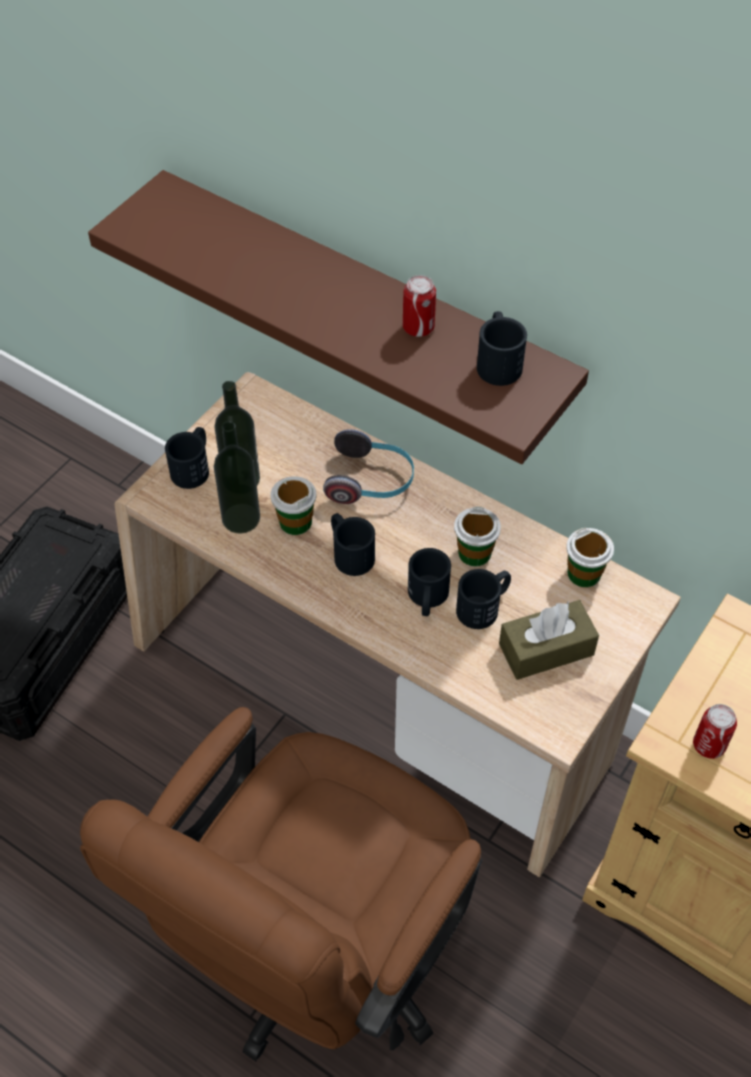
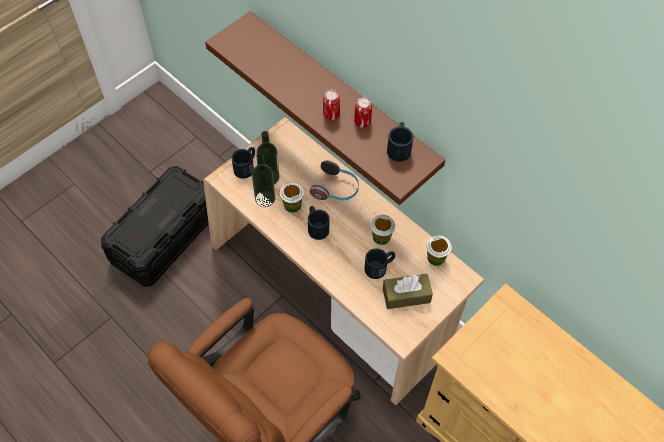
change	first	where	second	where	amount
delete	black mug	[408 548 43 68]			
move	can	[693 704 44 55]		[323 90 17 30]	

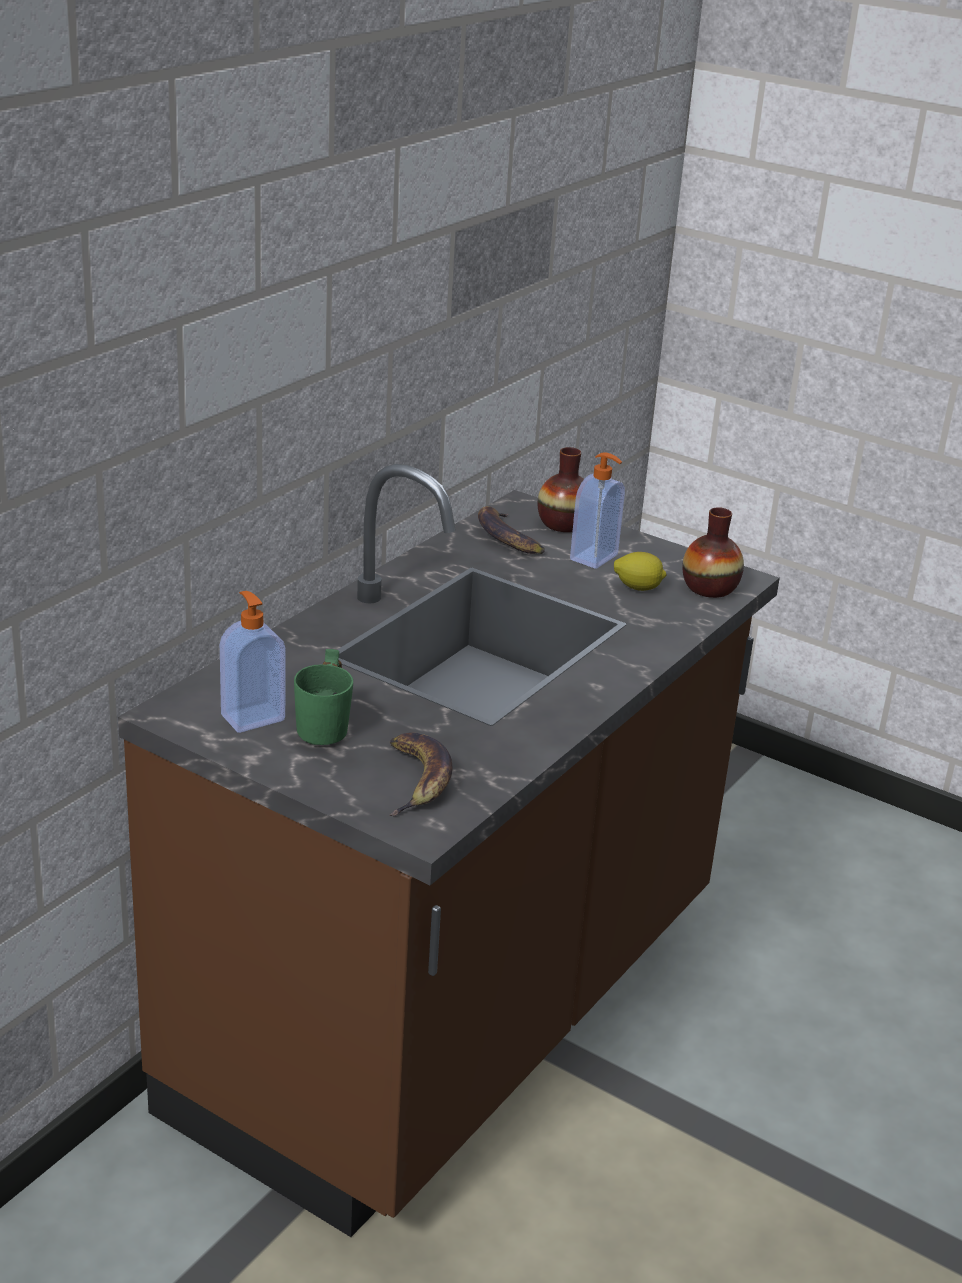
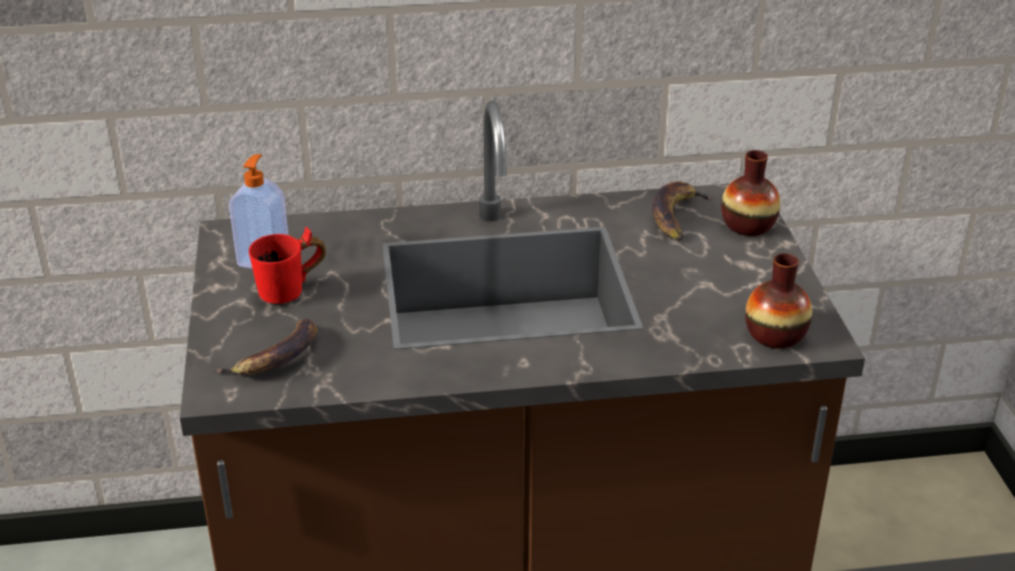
change	first	where	second	where	amount
delete	soap dispenser	[570 452 55 117]			
delete	lemon	[614 552 53 39]			
recolor	green mug	[294 649 59 96]	red mug	[249 227 77 77]	

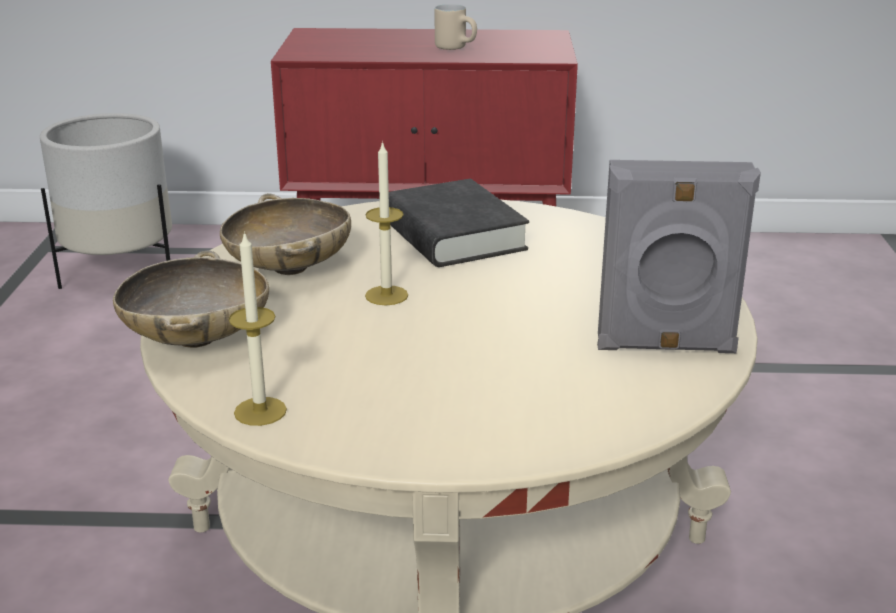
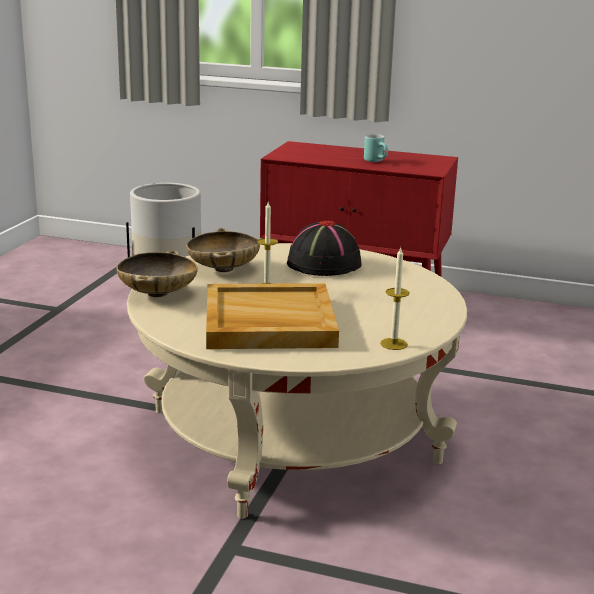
change	first	where	second	where	amount
delete	grey speaker	[597 160 164 193]			
insert			beige tray	[206 283 133 66]	
move	candle	[229 231 58 195]		[380 248 30 102]	
replace	black book	[389 179 140 88]	black hat	[287 220 75 56]	
recolor	beige mug	[435 4 42 46]	turquoise mug	[364 134 24 28]	

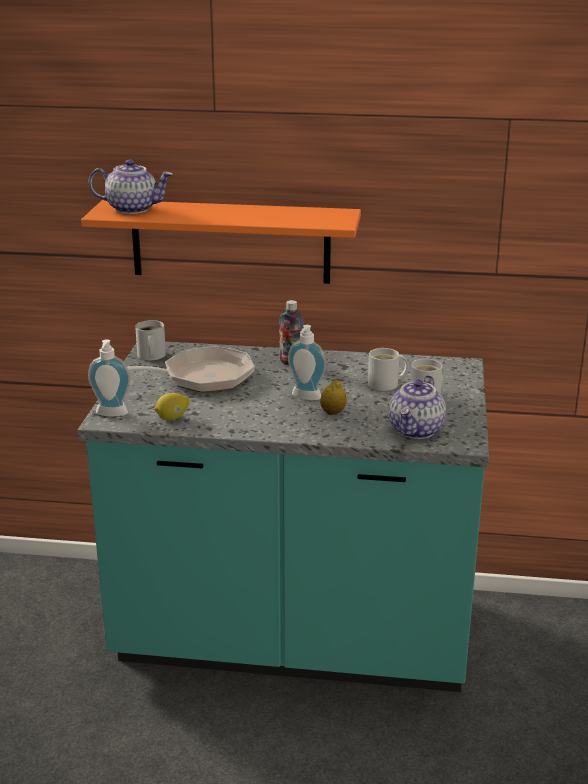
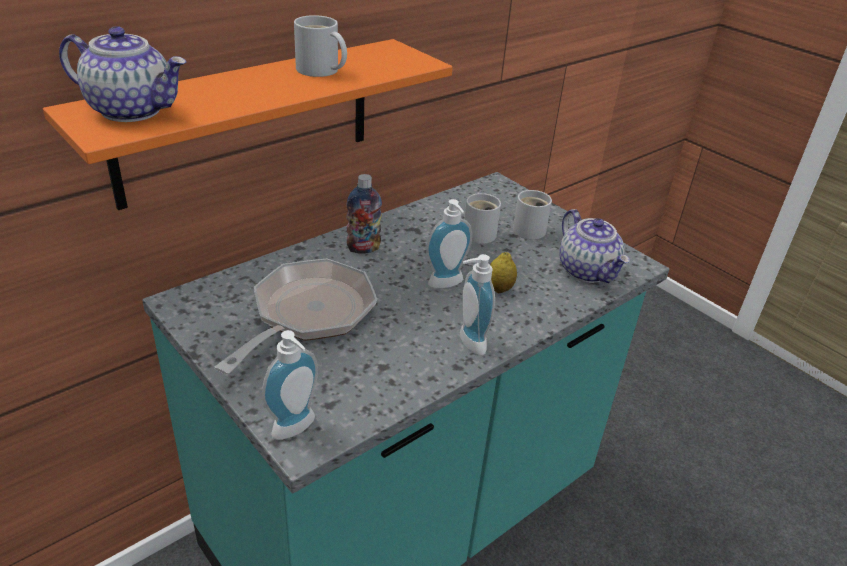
change	first	where	second	where	amount
delete	lemon	[155 393 35 27]			
insert			soap dispenser	[460 254 35 101]	
move	white mug	[135 320 31 40]		[294 15 53 62]	
rotate	teapot	[88 159 84 55]		[59 26 127 96]	60 degrees clockwise

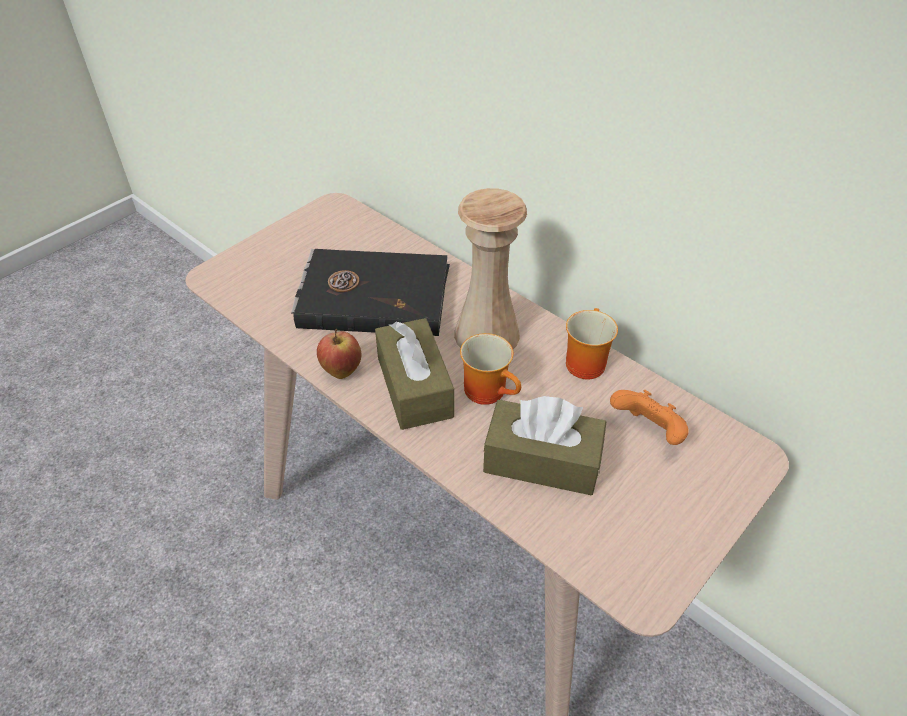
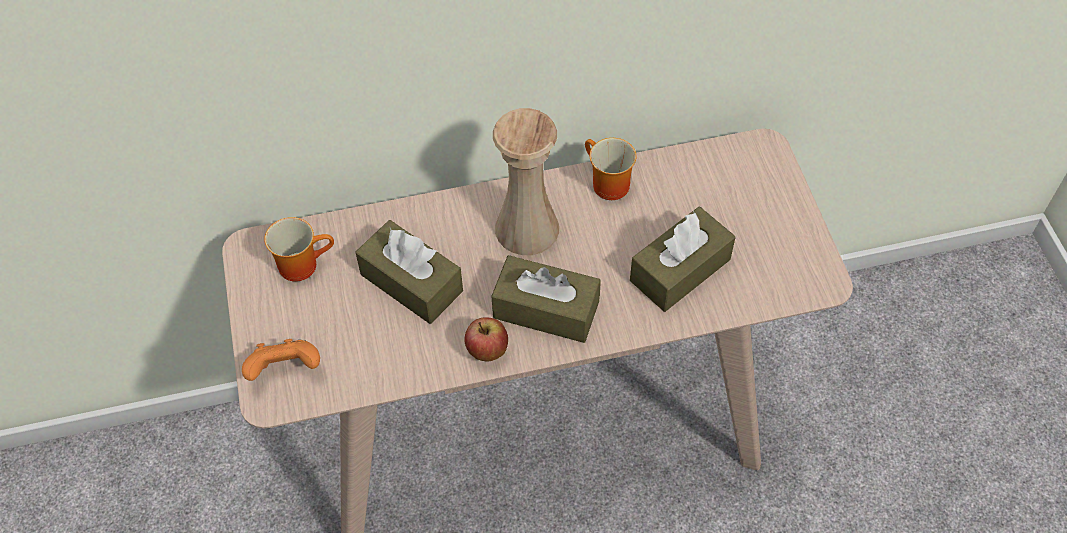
change	first	where	second	where	amount
move	mug	[460 333 61 72]		[264 217 70 65]	
move	orange game controller	[610 390 79 55]		[242 339 78 42]	
replace	black book	[291 249 159 87]	brown tissue box	[356 220 107 104]	

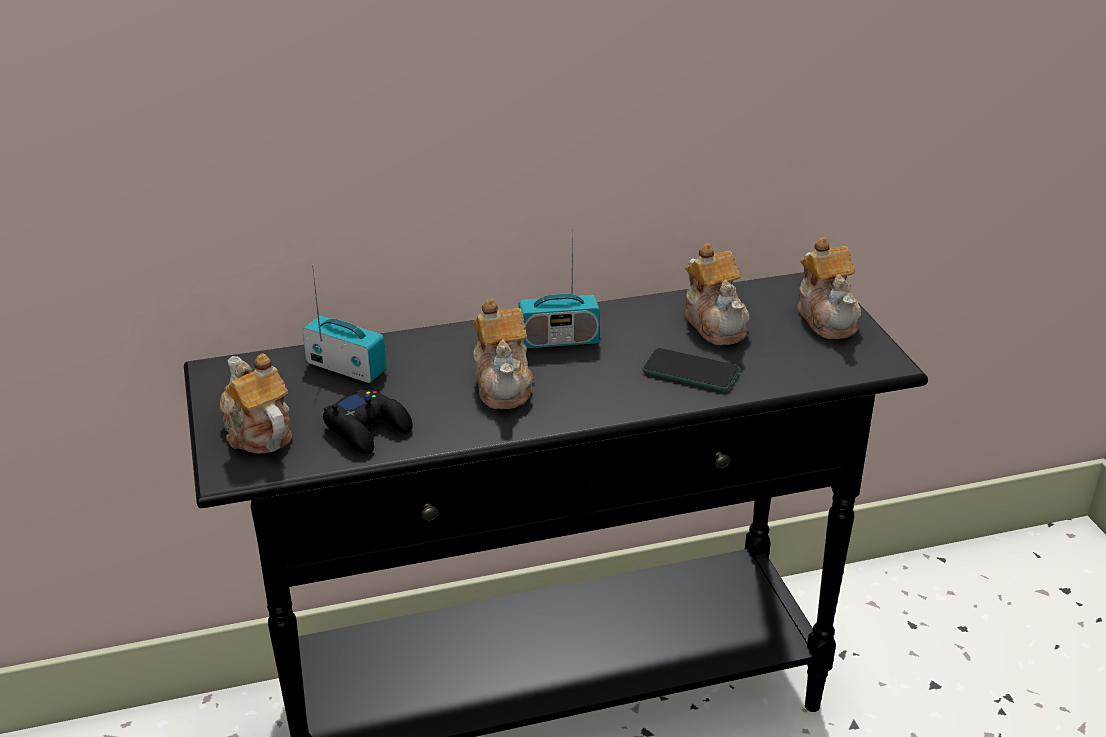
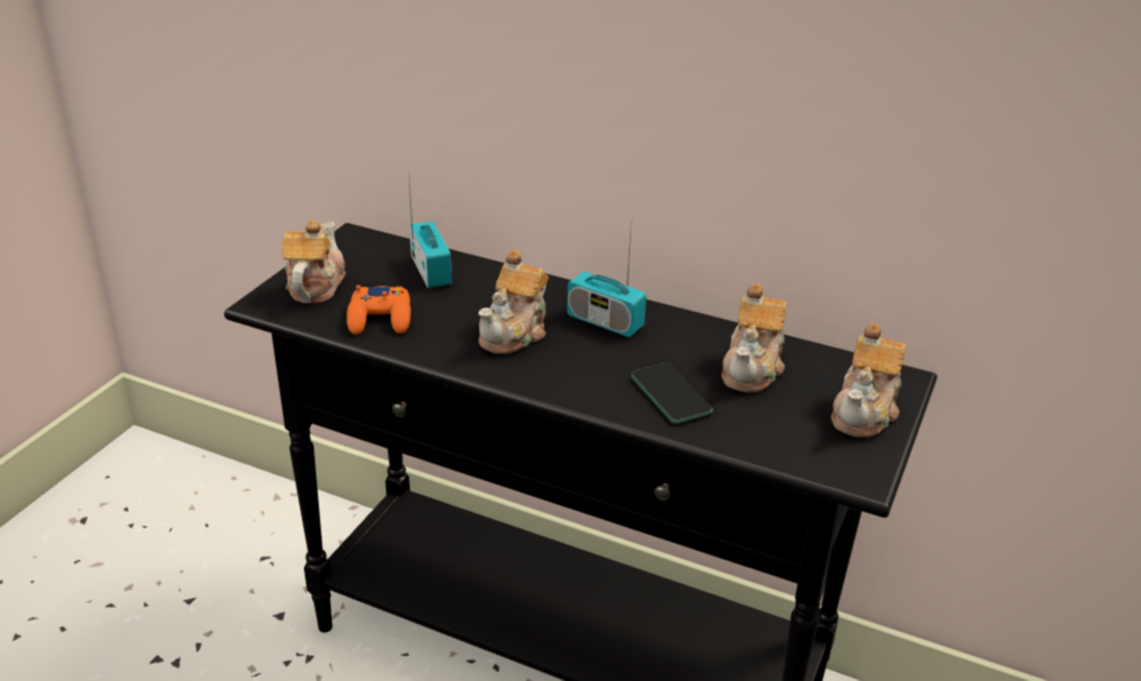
change	first	where	second	where	amount
recolor	black game controller	[323 389 90 65]	orange game controller	[347 285 64 50]	

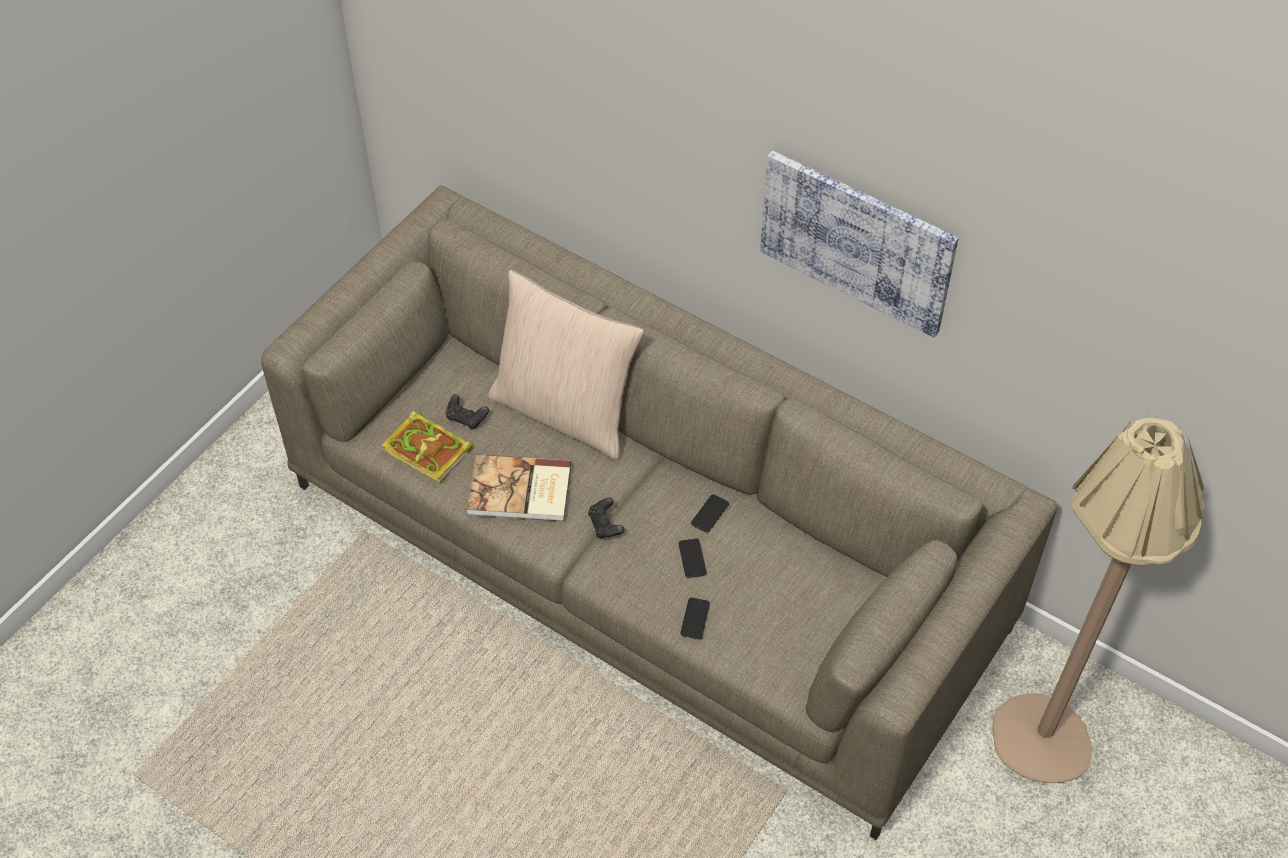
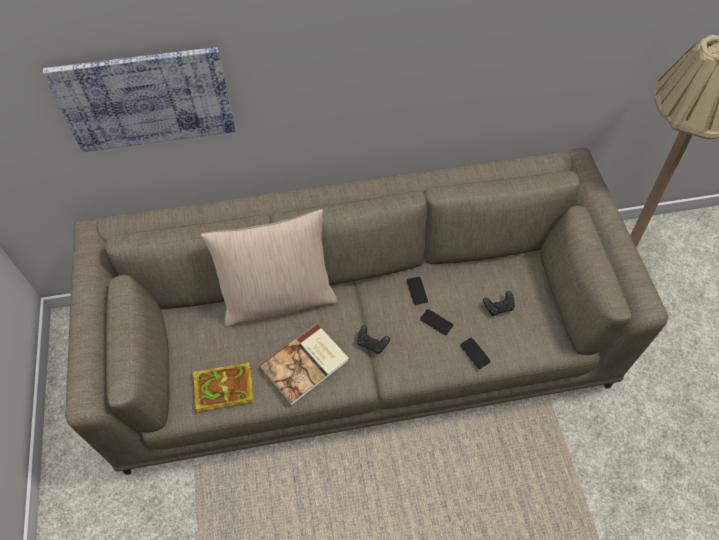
change	first	where	second	where	amount
move	black game controller	[446 394 43 35]		[483 291 32 25]	
move	picture	[760 151 199 187]		[43 47 193 105]	

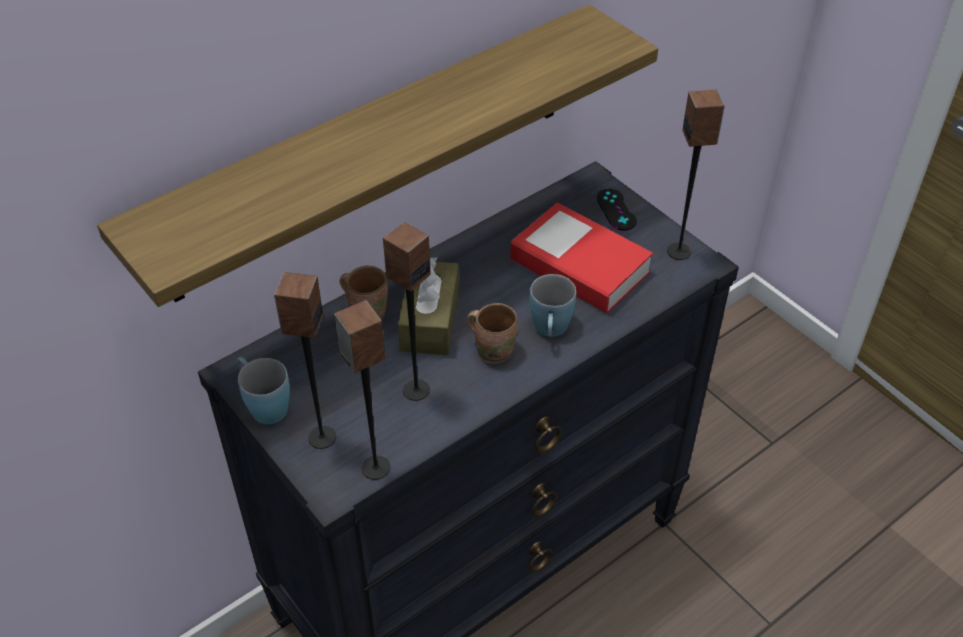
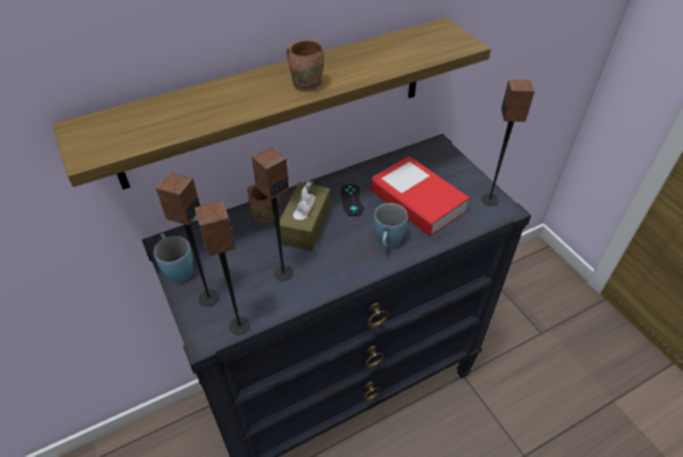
change	first	where	second	where	amount
move	brown mug	[467 303 51 61]		[286 40 38 51]	
move	black game controller	[596 189 41 42]		[341 184 23 32]	

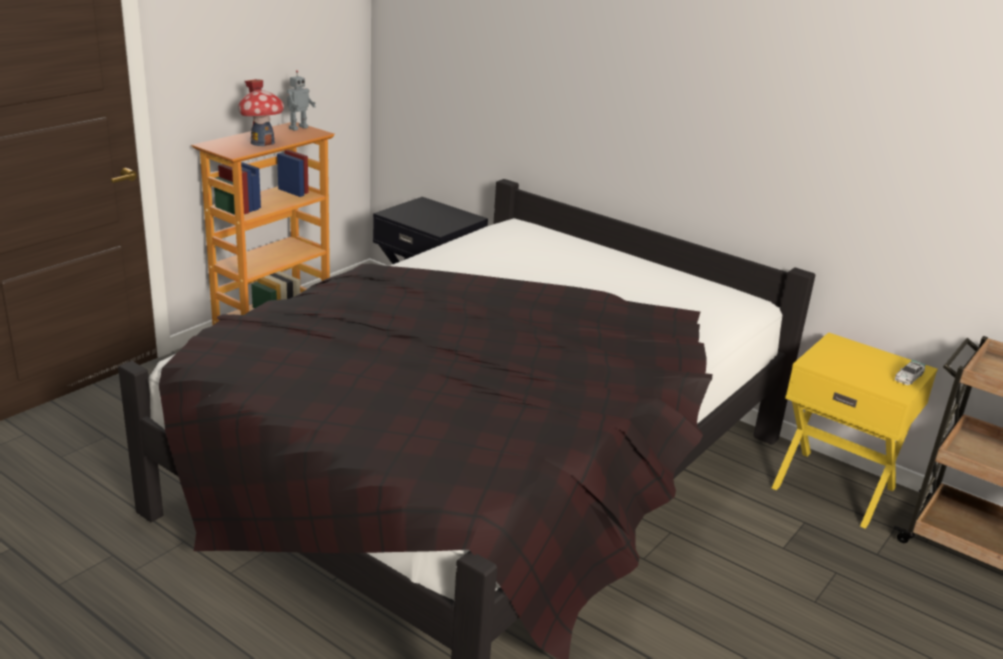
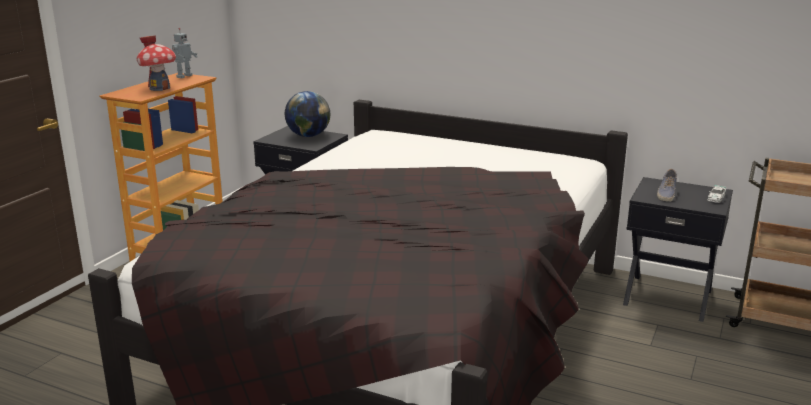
change	first	where	second	where	amount
insert			globe	[285 91 45 46]	
insert			shoe	[657 169 20 33]	
recolor	yellow nightstand	[772 332 166 197]	black nightstand	[623 177 110 145]	

